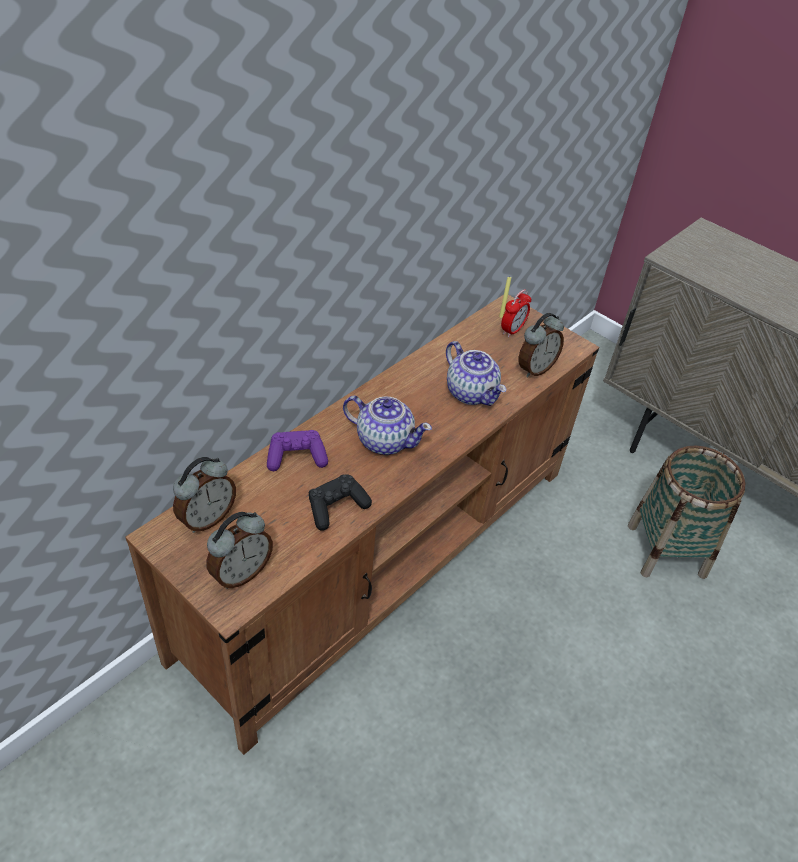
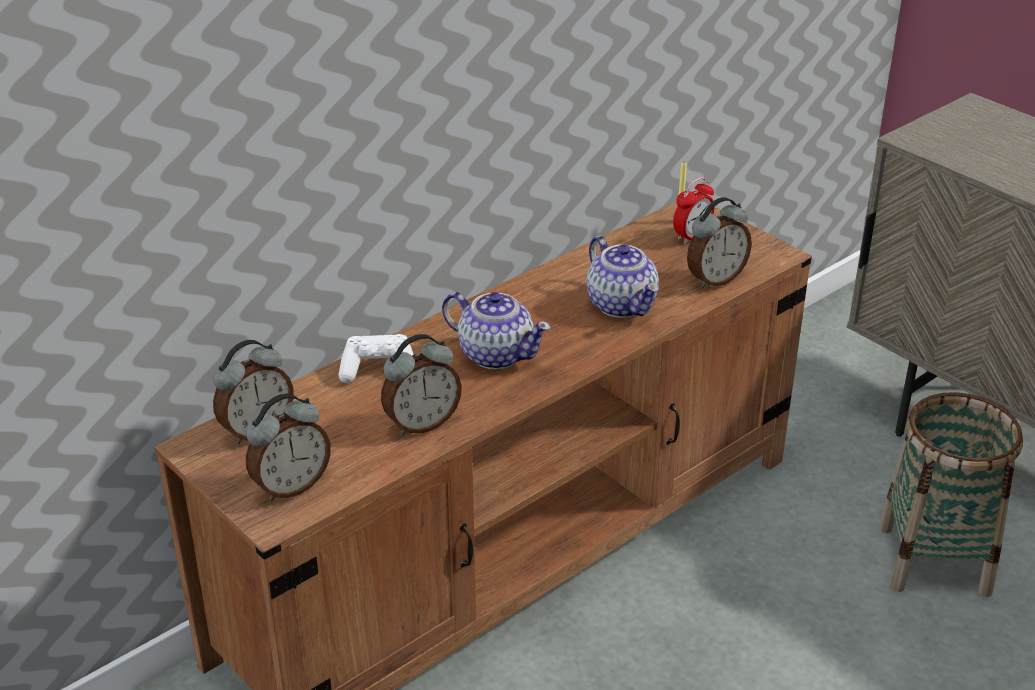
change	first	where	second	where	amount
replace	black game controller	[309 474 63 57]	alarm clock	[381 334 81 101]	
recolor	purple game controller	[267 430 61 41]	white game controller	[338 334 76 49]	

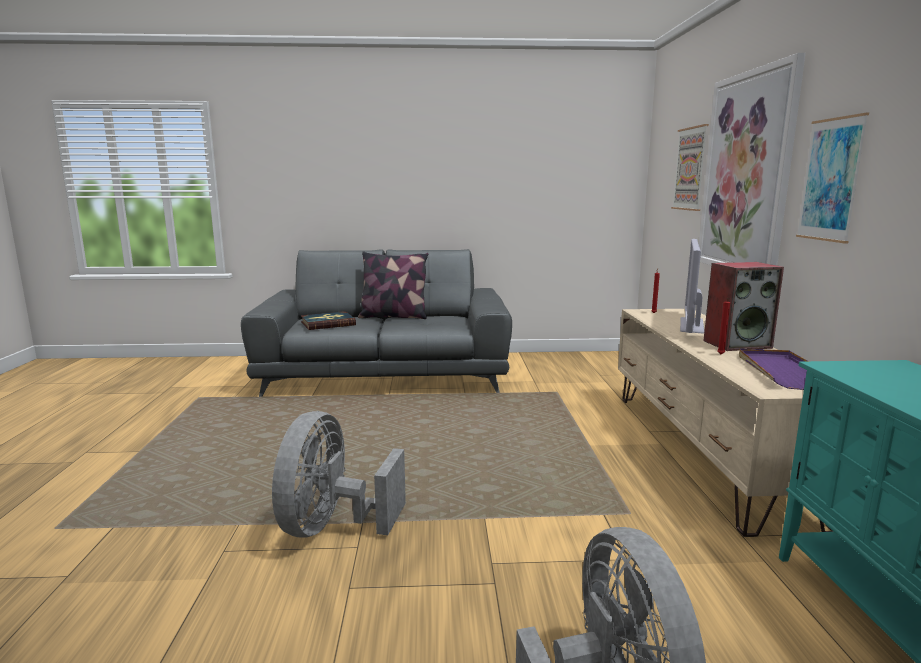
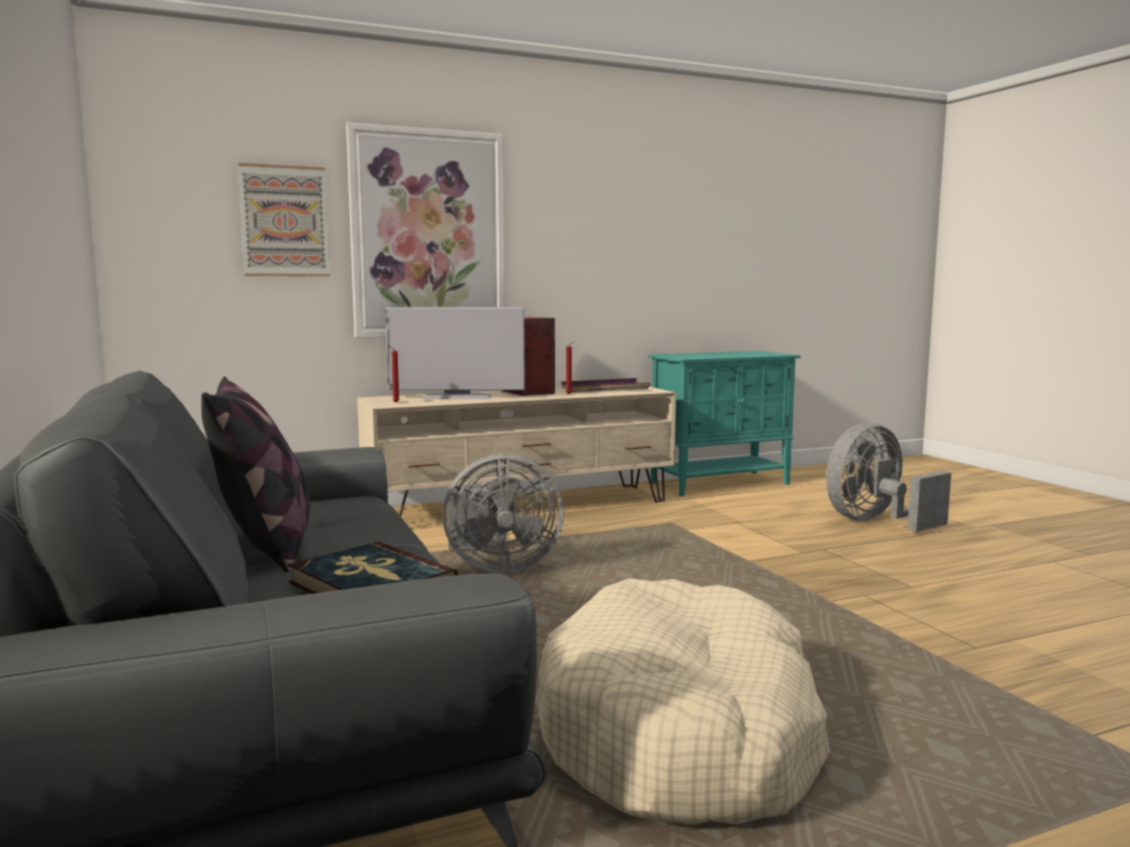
change	first	where	second	where	amount
delete	picture	[796 113 73 131]			
insert			beige dog bed	[536 578 294 247]	
move	grey fan	[272 411 134 127]		[442 454 122 120]	

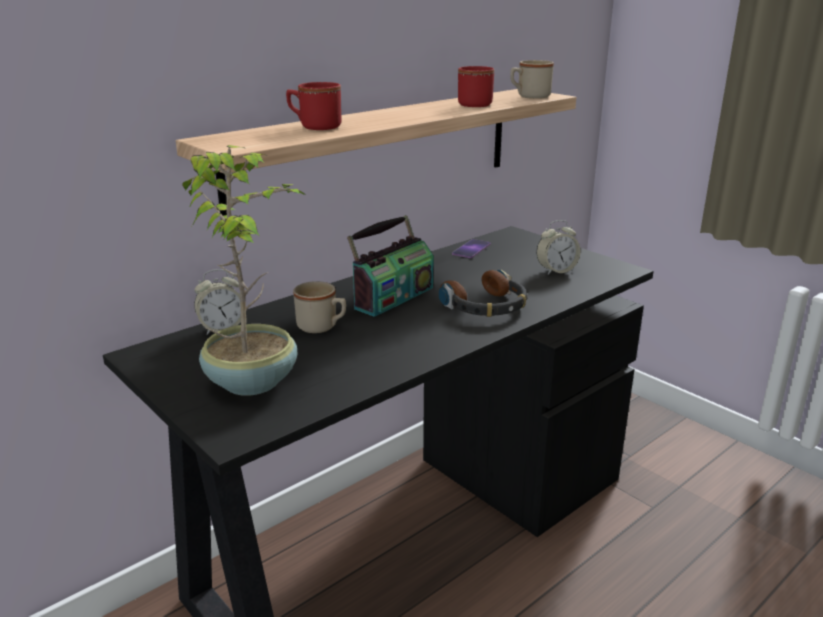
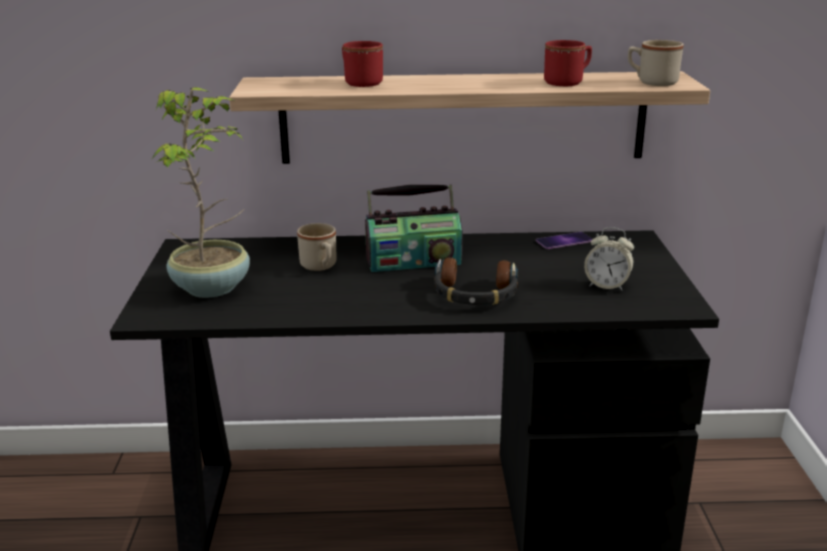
change	first	where	second	where	amount
delete	alarm clock	[194 269 47 66]			

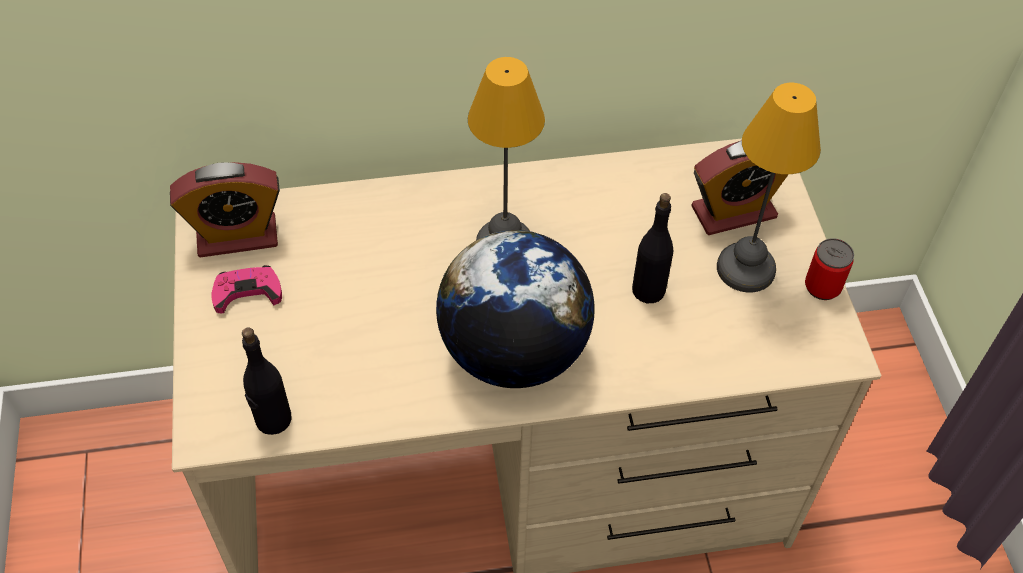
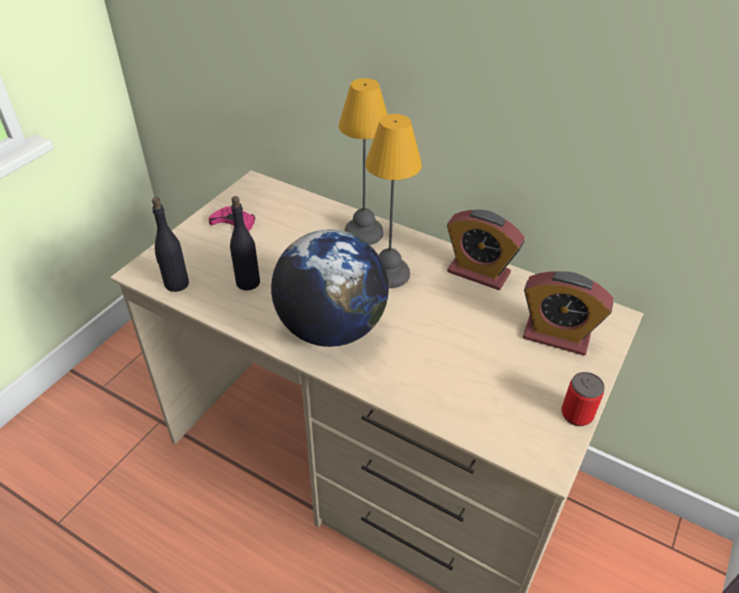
change	first	where	second	where	amount
move	alarm clock	[170 162 110 96]		[447 210 78 80]	
move	black bottle	[632 193 41 110]		[230 196 30 94]	
move	table lamp	[717 83 104 209]		[338 78 50 167]	

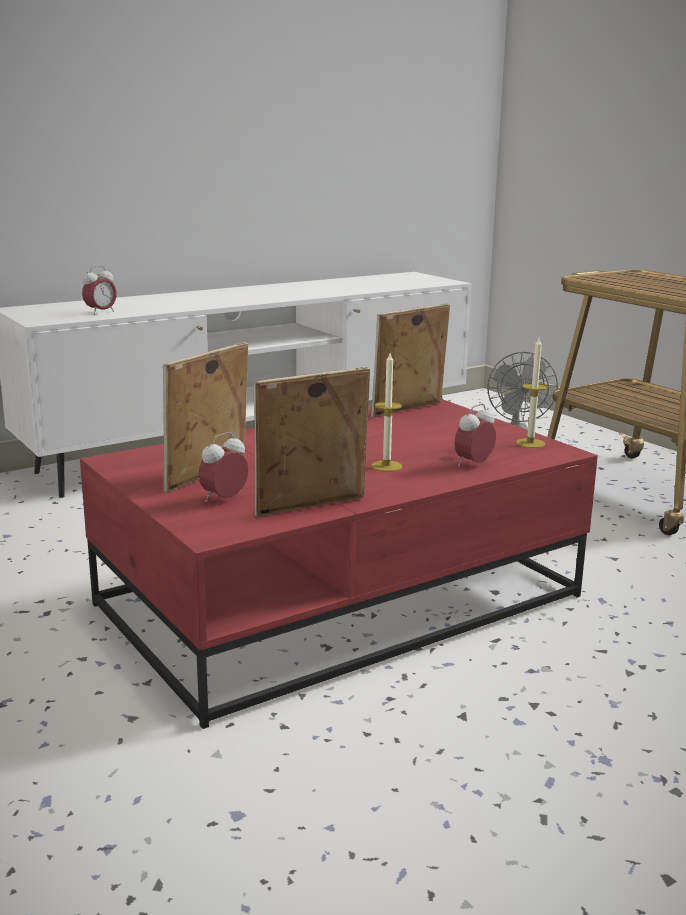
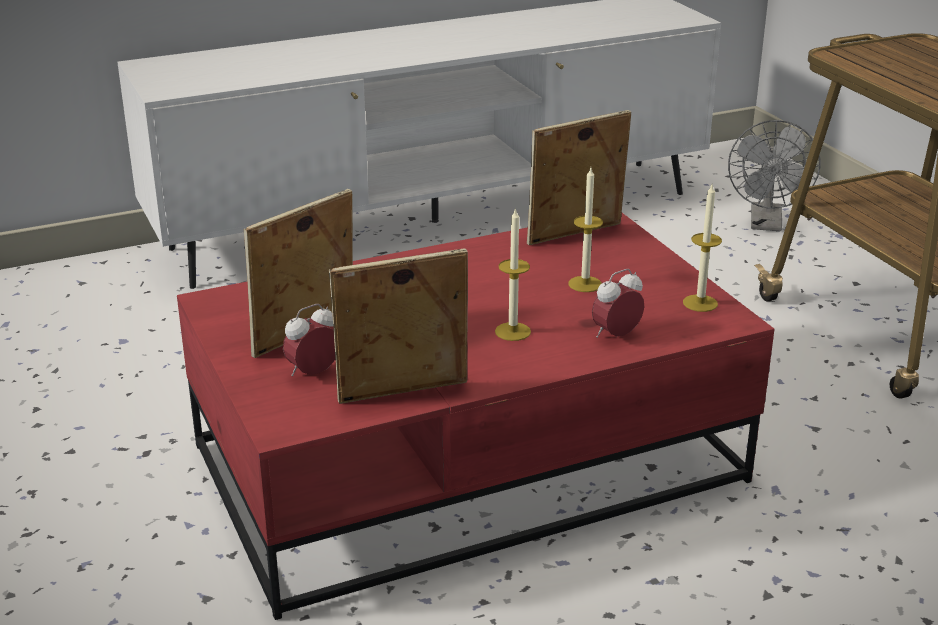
change	first	where	second	where	amount
delete	alarm clock	[82 265 35 50]			
insert			candle	[568 168 35 124]	

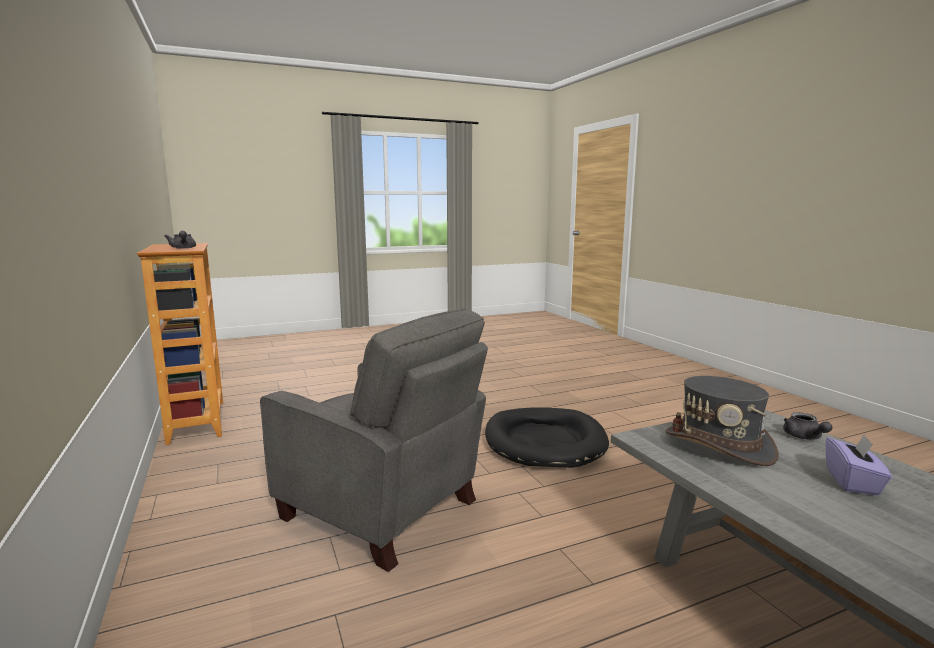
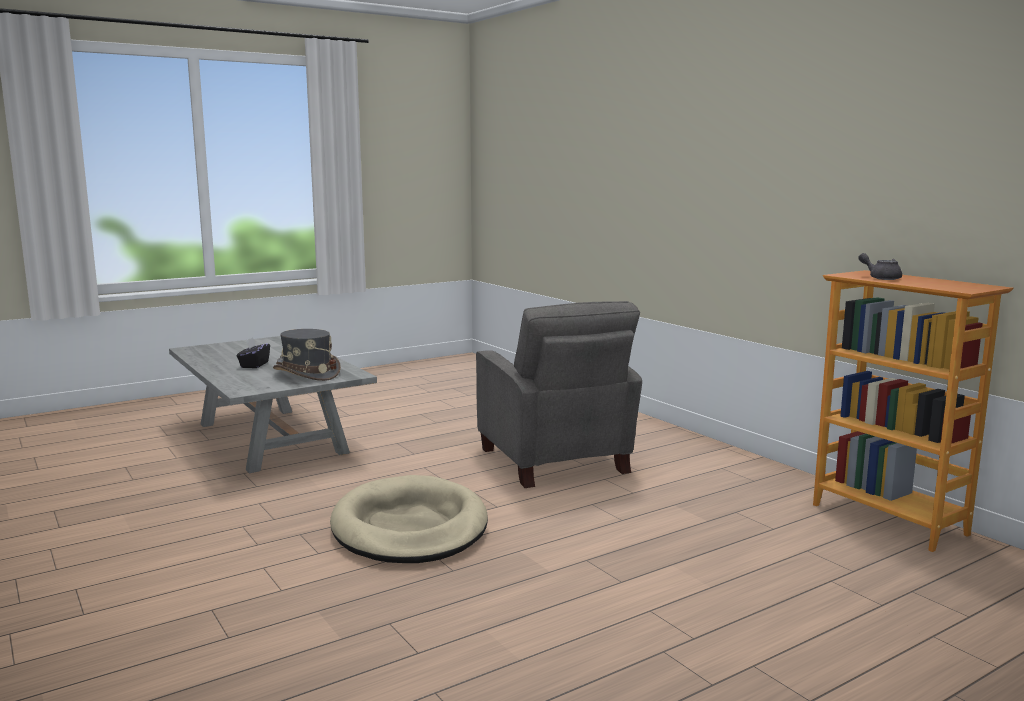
change	first	where	second	where	amount
delete	grey teapot	[783 412 50 28]			
recolor	black dog bed	[485 407 124 61]	beige dog bed	[330 475 158 88]	
recolor	purple tissue box	[826 434 66 61]	black tissue box	[236 337 34 31]	
rotate	grey armchair	[260 308 228 264]		[476 301 166 187]	135 degrees counterclockwise

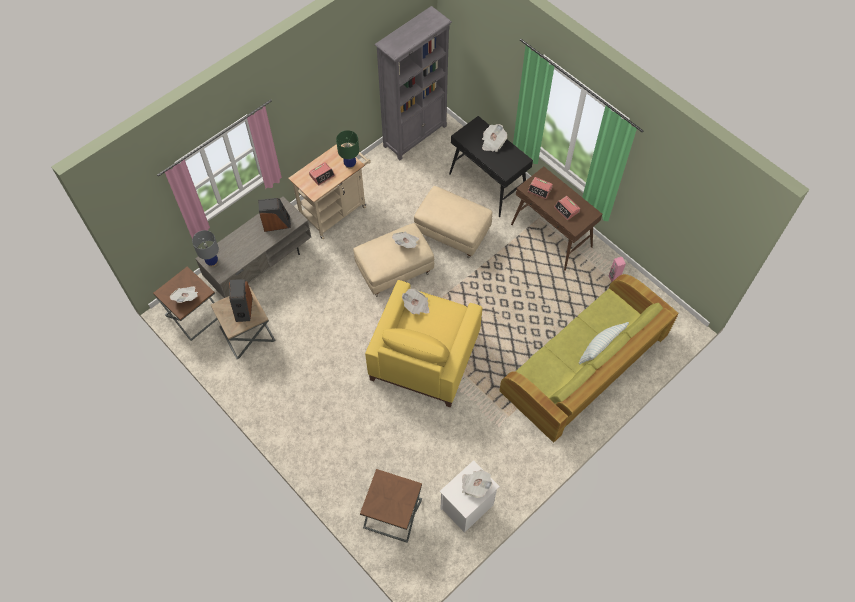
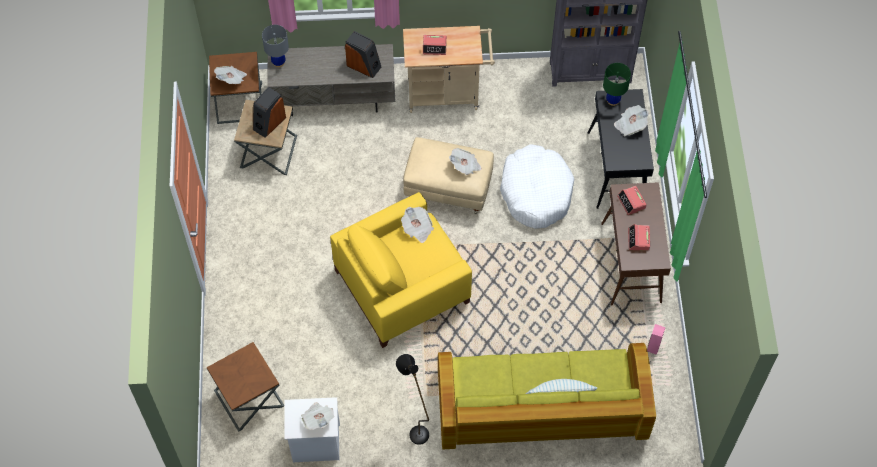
change	first	where	second	where	amount
insert			black floor lamp	[396 354 33 91]	
move	green table lamp	[336 130 23 39]		[603 63 28 43]	
replace	beige ottoman	[414 186 78 72]	white dog bed	[500 144 74 85]	

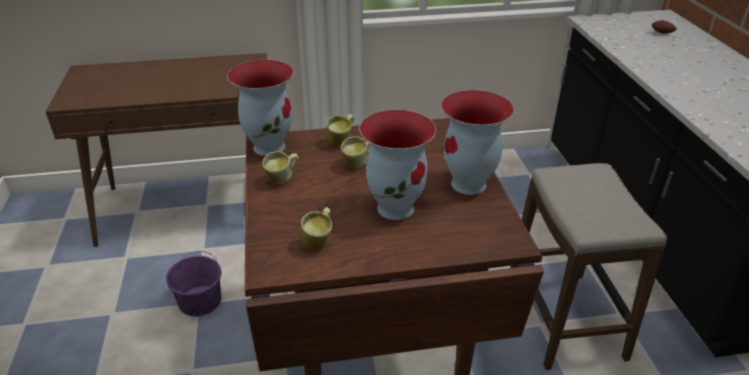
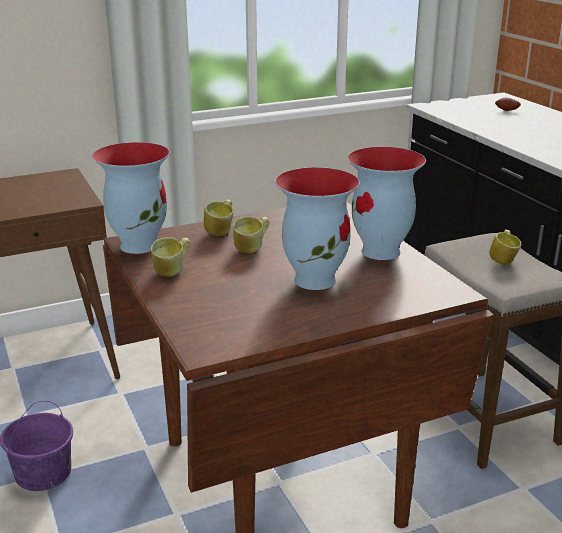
change	first	where	second	where	amount
move	mug	[300 207 32 43]		[489 229 32 36]	

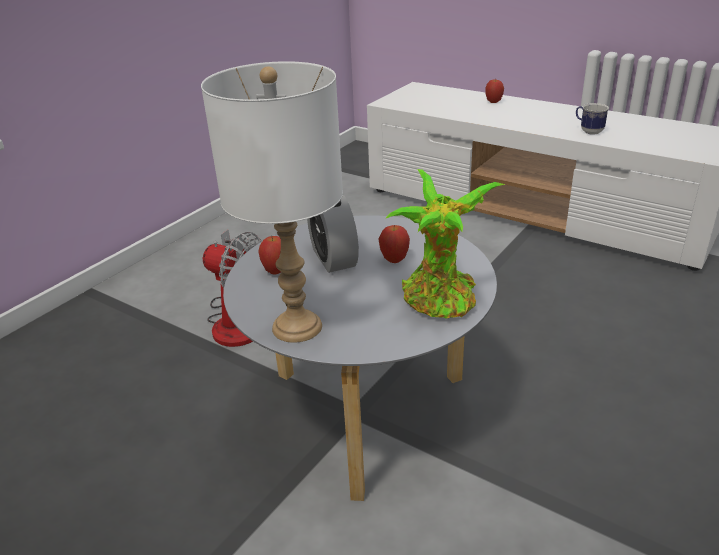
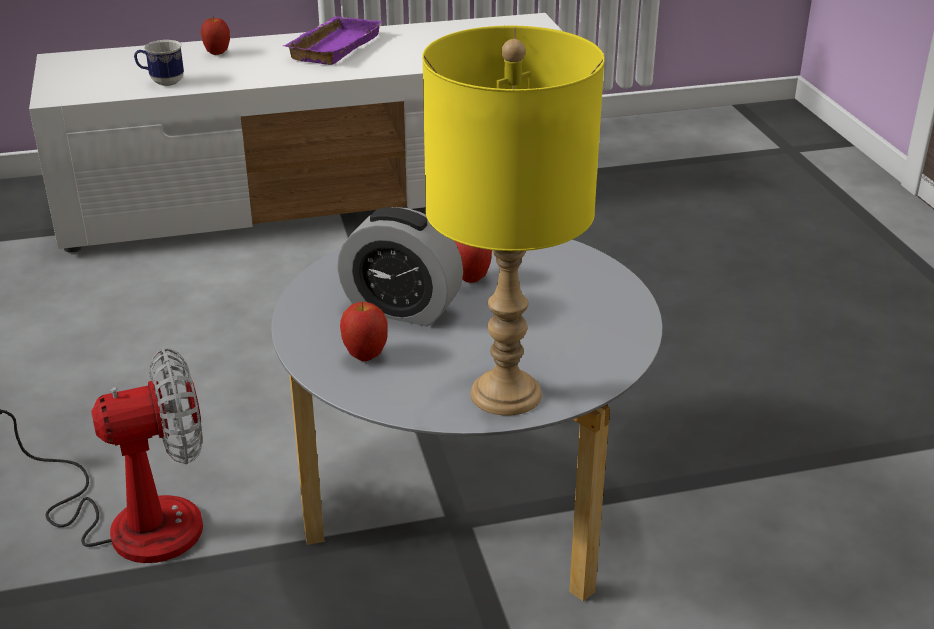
change	first	where	second	where	amount
delete	potted plant	[385 169 120 150]			
insert			purple tray	[284 16 99 49]	
move	mug	[576 103 33 32]		[134 40 50 46]	
recolor	white table lamp	[201 61 142 282]	yellow table lamp	[422 26 183 390]	

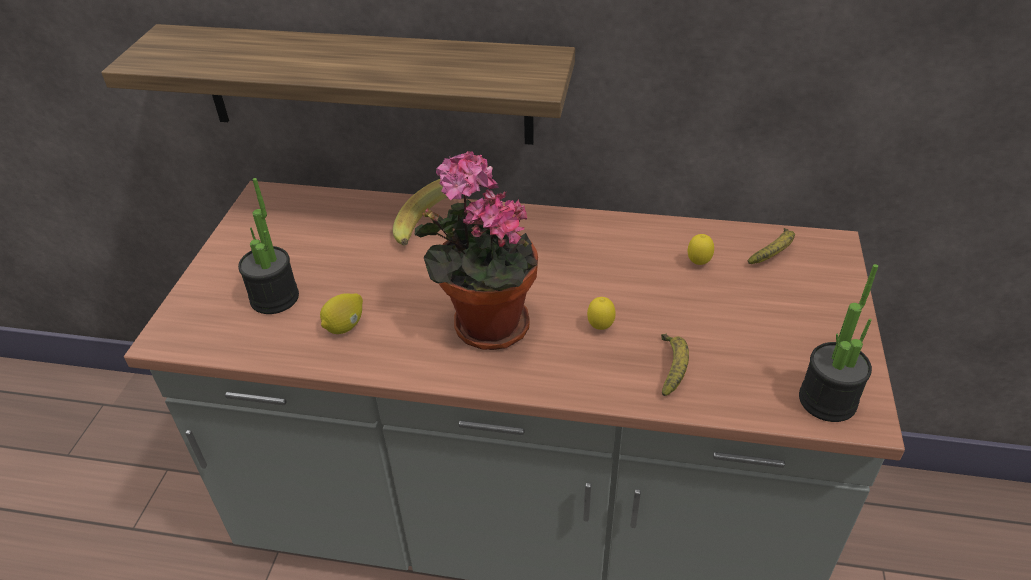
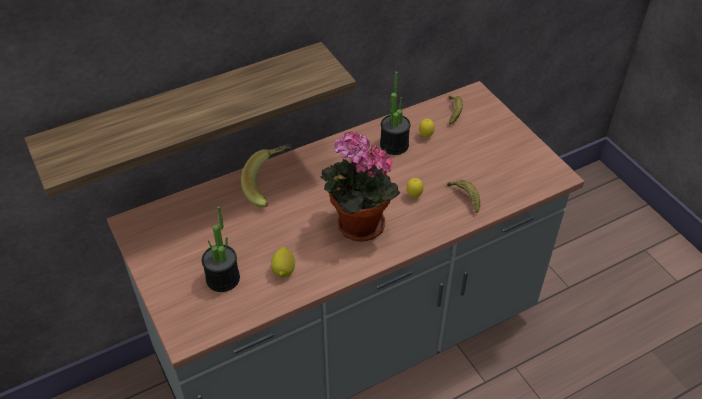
change	first	where	second	where	amount
move	potted plant	[799 264 79 158]		[380 72 30 83]	

